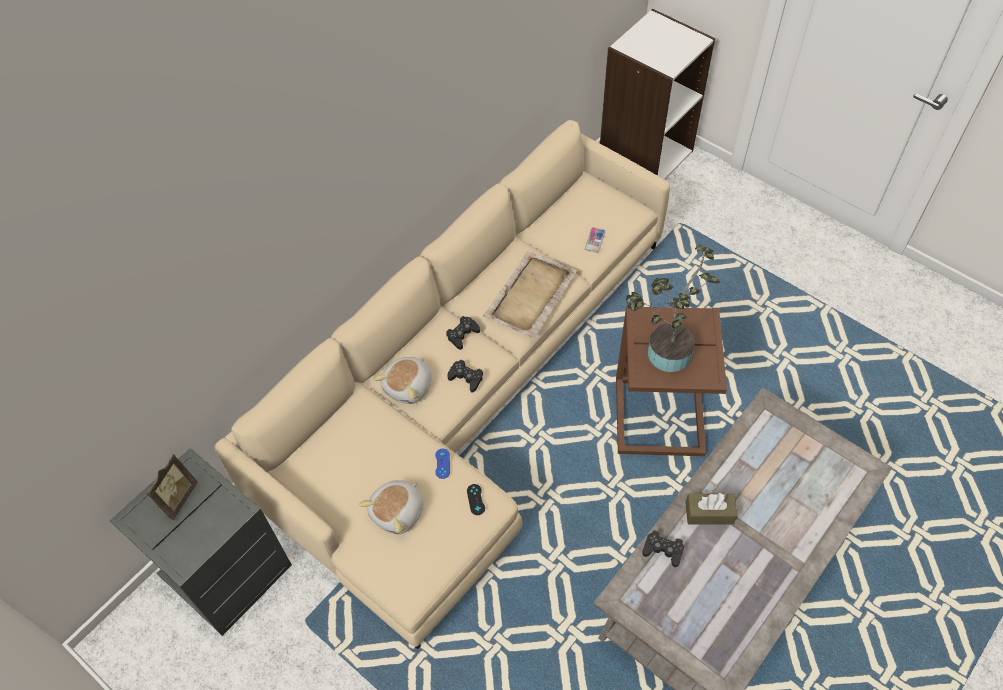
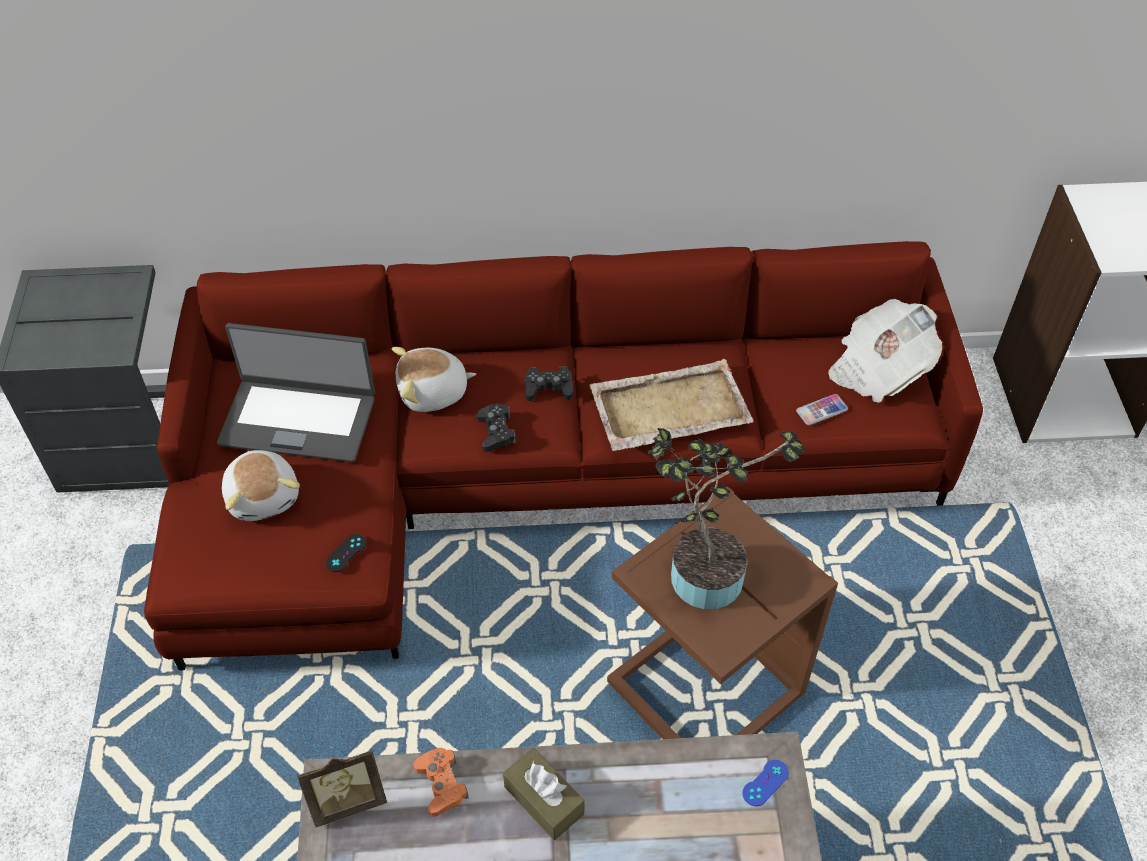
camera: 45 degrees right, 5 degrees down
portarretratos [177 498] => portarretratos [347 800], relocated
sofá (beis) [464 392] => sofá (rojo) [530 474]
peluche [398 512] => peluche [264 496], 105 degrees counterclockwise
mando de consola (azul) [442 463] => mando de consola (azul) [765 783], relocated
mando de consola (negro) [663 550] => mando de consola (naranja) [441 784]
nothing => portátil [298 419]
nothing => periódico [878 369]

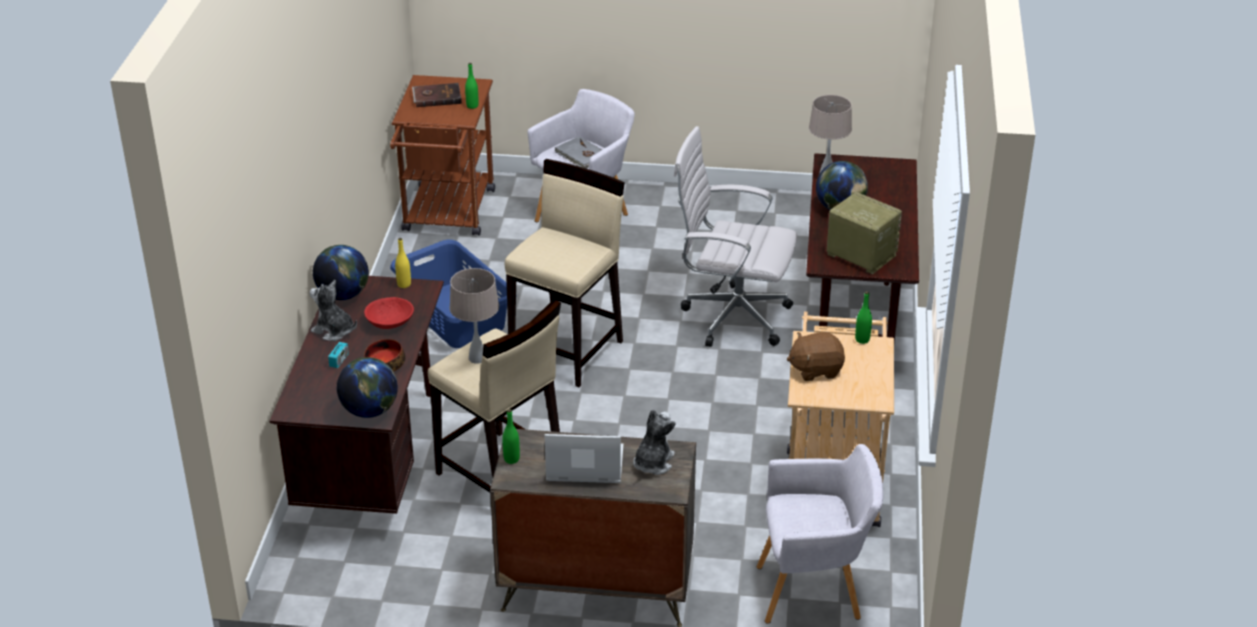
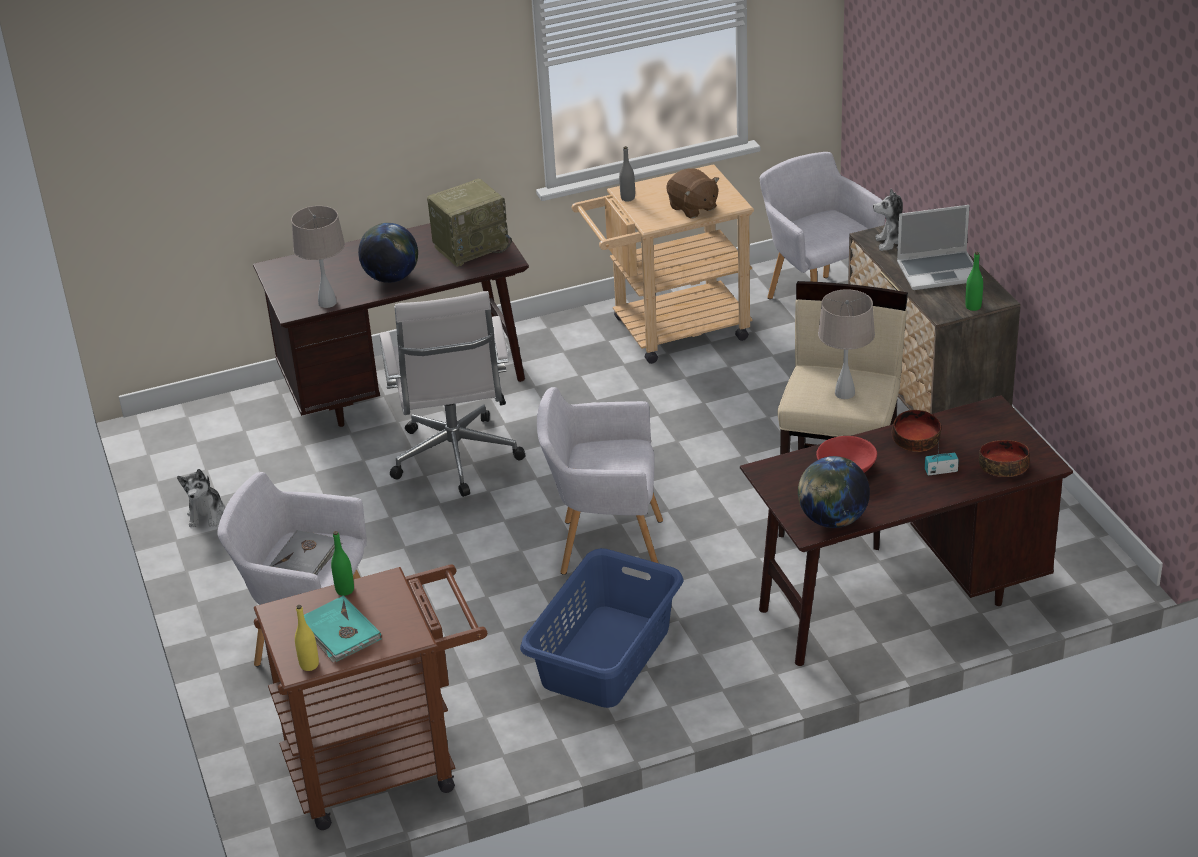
camera: 115 degrees left, 0 degrees up
peluche [334 331] => peluche [206 514], relocated
globo terráqueo [370 411] => nothing
botella (amarillo) [404 284] => botella (amarillo) [309 665], relocated
libro (marrón) [437 97] => libro (turquesa) [339 633]
taburete (beis) [568 351] => sillón (gris) [605 545]
portátil [583 465] => portátil [939 271], 75 degrees counterclockwise
radio [860 255] => radio [471 246], 135 degrees counterclockwise
botella (verde) [862 339] => botella (gris) [627 198]
nothing => cuenco [1004 467]

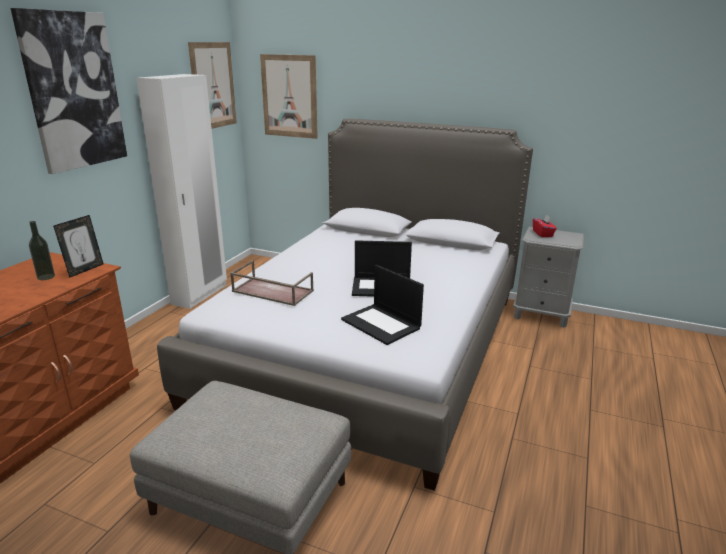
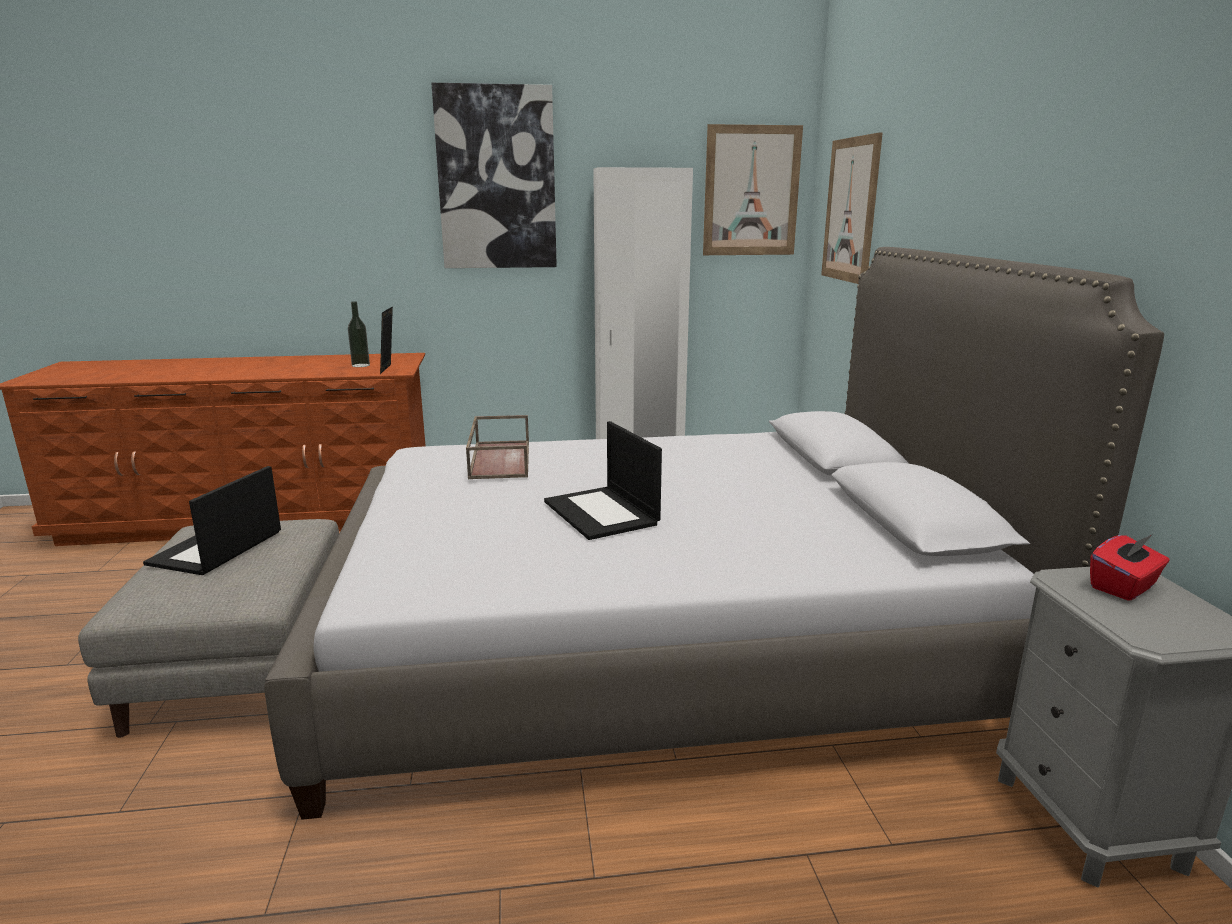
camera: 60 degrees right, 5 degrees down
portarretratos [84 270] => portarretratos [389 369], 90 degrees clockwise
portátil [382 324] => portátil [216 549], relocated

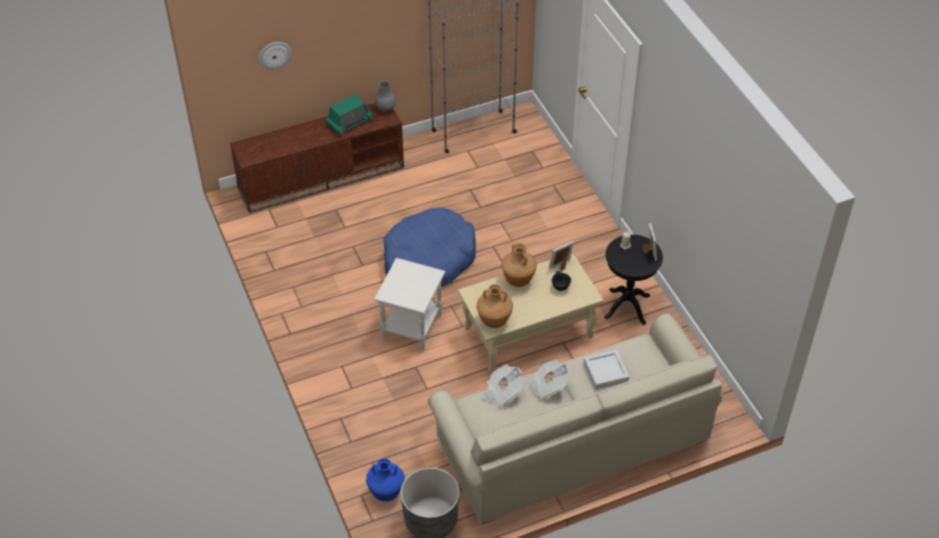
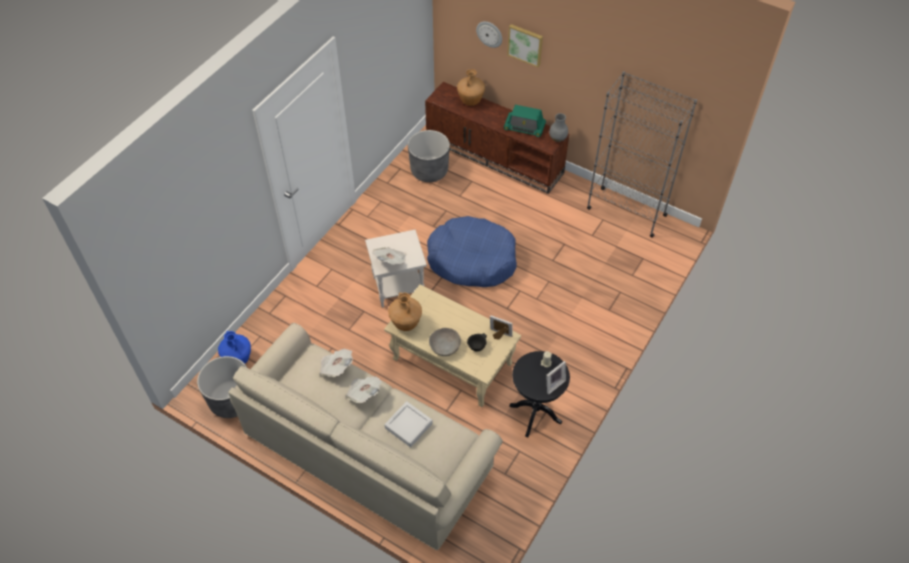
camera: 55 degrees right, 5 degrees up
florero (marrón) [518 281] => florero (marrón) [470 102], relocated
nothing => periódico [391 261]
nothing => maceta (gris) [429 171]
nothing => cuenco (gris) [444 347]
nothing => cuadro [525 44]

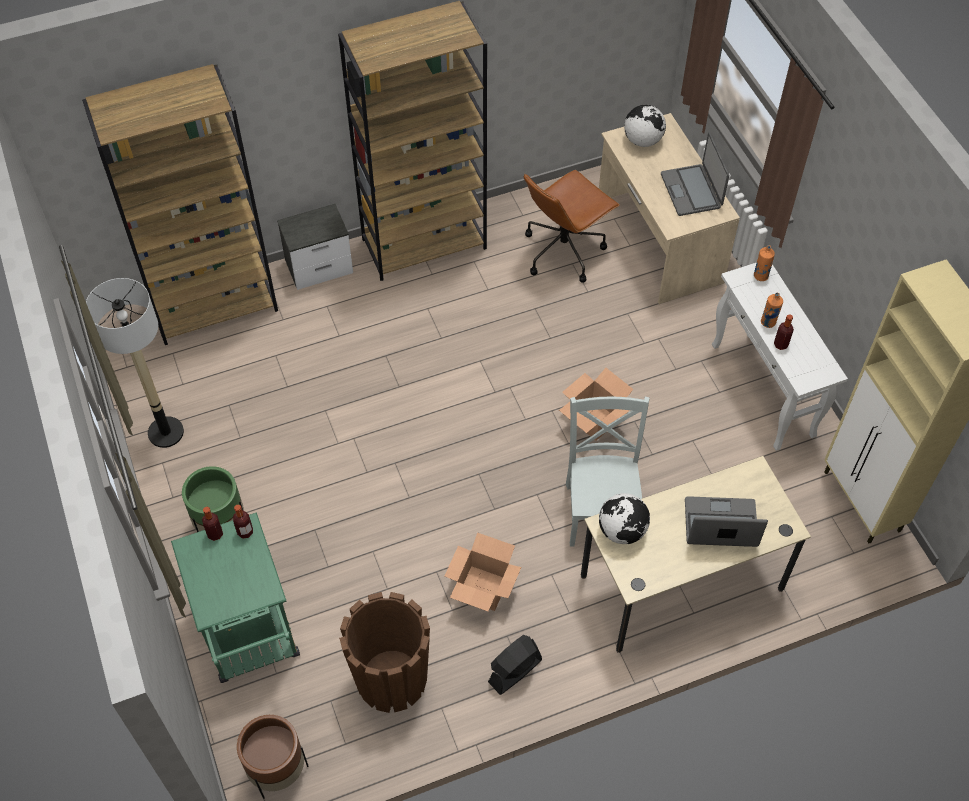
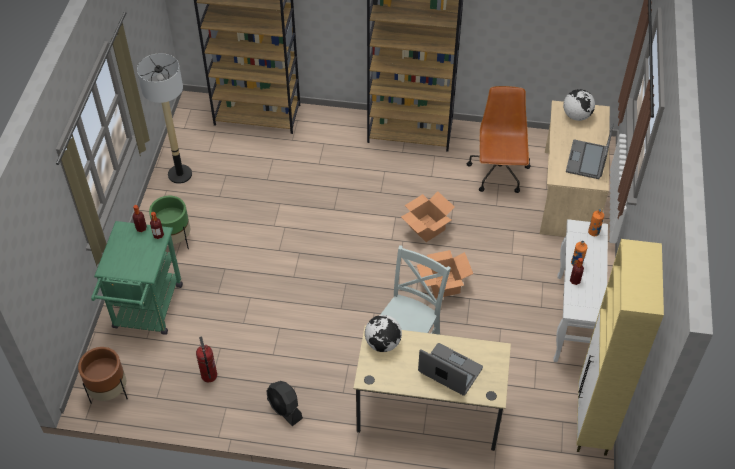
camera: 30 degrees right, 5 degrees down
mesita de noche [320 267] => nothing
maceta (marrón) [391 679] => extintor [208 375]
caja de cartón [483 588] => caja de cartón [427 228], relocated
ventilador (negro) [514 671] => ventilador (negro) [284 409], 120 degrees counterclockwise
silla de oficina (marrón) [564 250] => silla de oficina (marrón) [498 174], 105 degrees clockwise

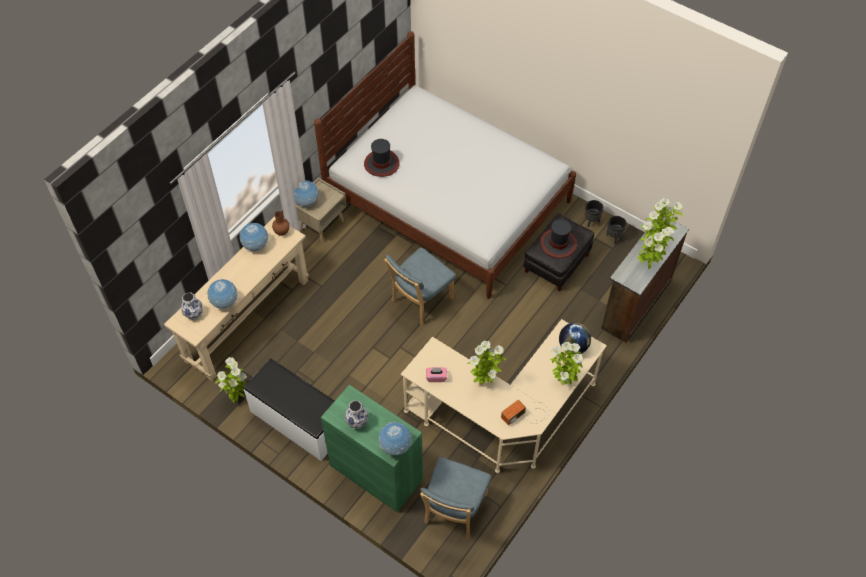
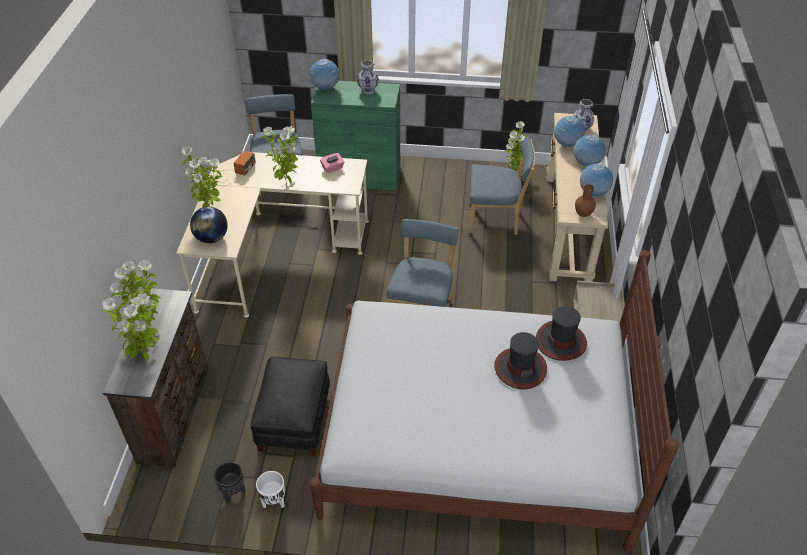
camera: 150 degrees right, 10 degrees down
banco (blanco) [298 421] => nothing
globo terráqueo [306 202] => globo terráqueo [586 164], relocated
sombrero [558 244] => sombrero [520 368], relocated
maceta (negro) [591 221] => maceta (blanco) [273 501]
nothing => silla (azul) [496 219]

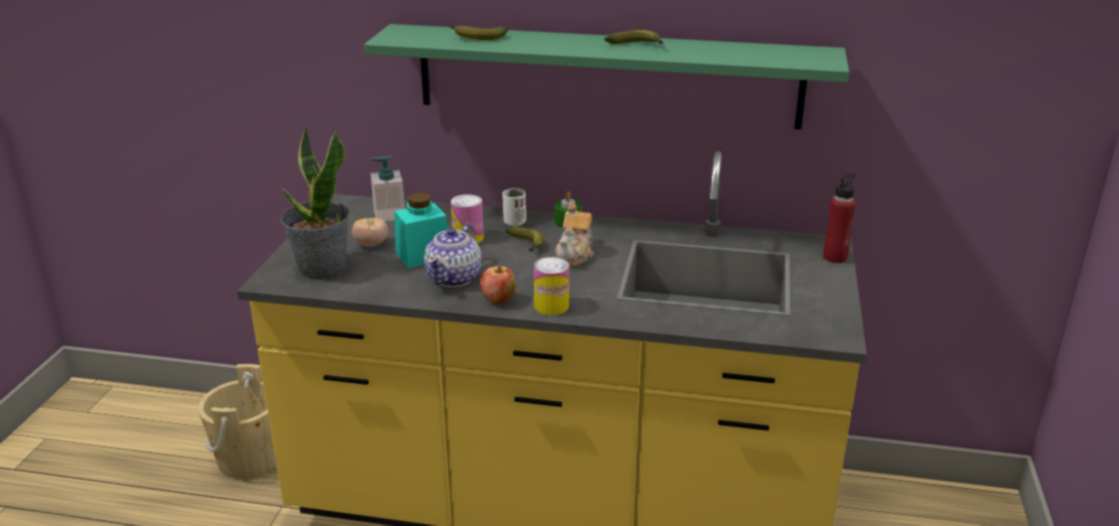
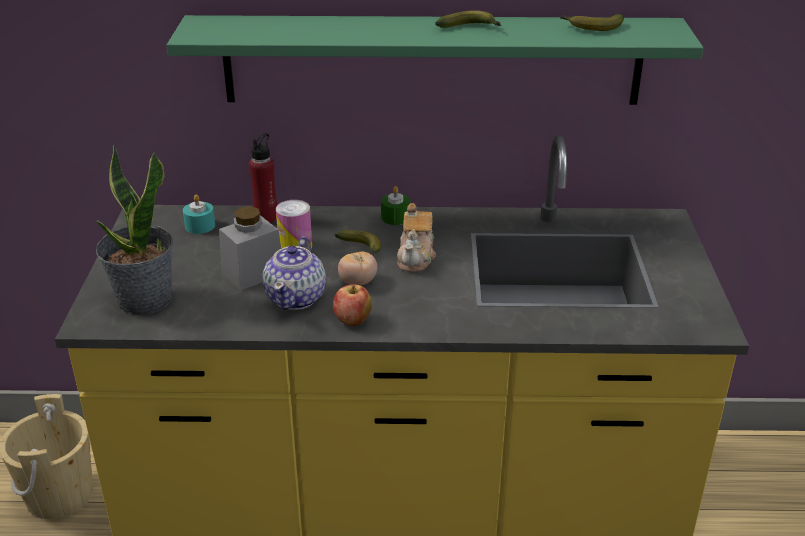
camera: 10 degrees left, 5 degrees up
tomate [371 244] => tomate [358 282], relocated
dispensador de jabón [389 215] => vela (turquesa) [200 226]
tarro (turquesa) [423 255] => tarro (gris) [253 273]
plátano [476 37] => plátano [590 27], relocated
taza (blanco) [514 222] => nothing
lata [551 306] => nothing
botella (rojo) [835 257] => botella (rojo) [266 217], relocated

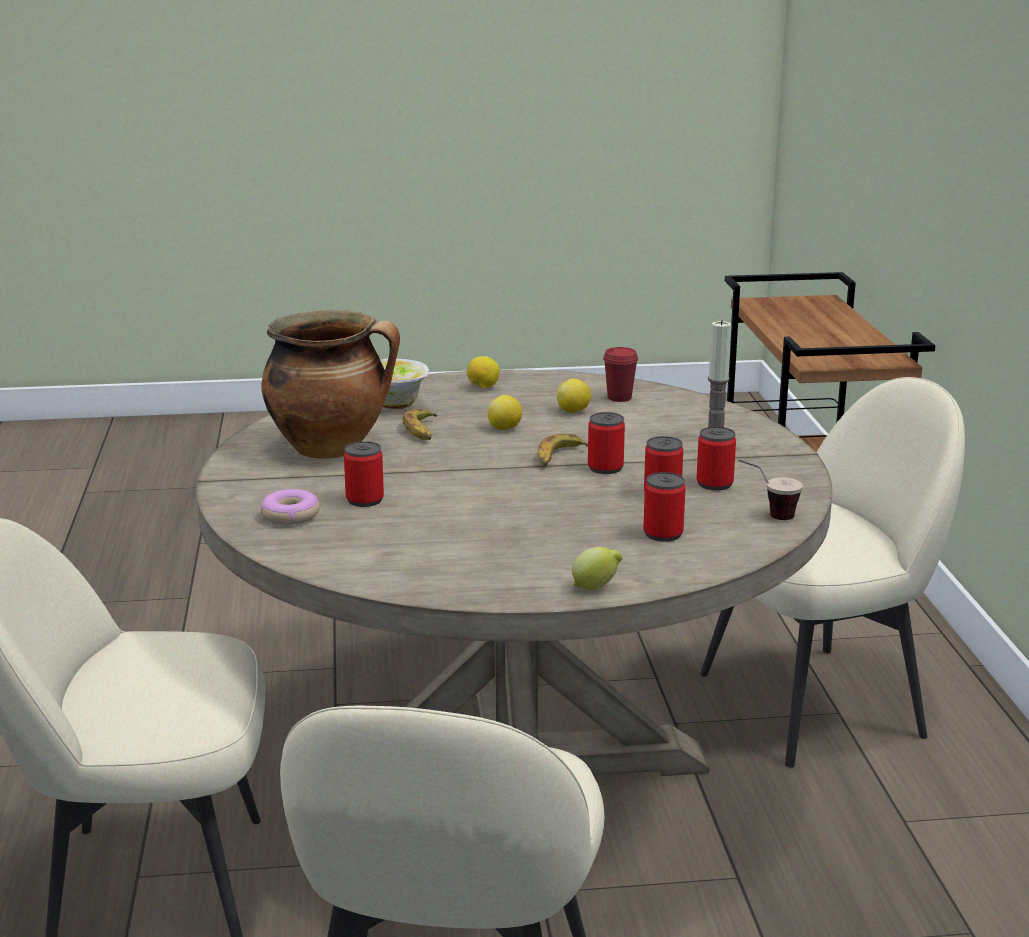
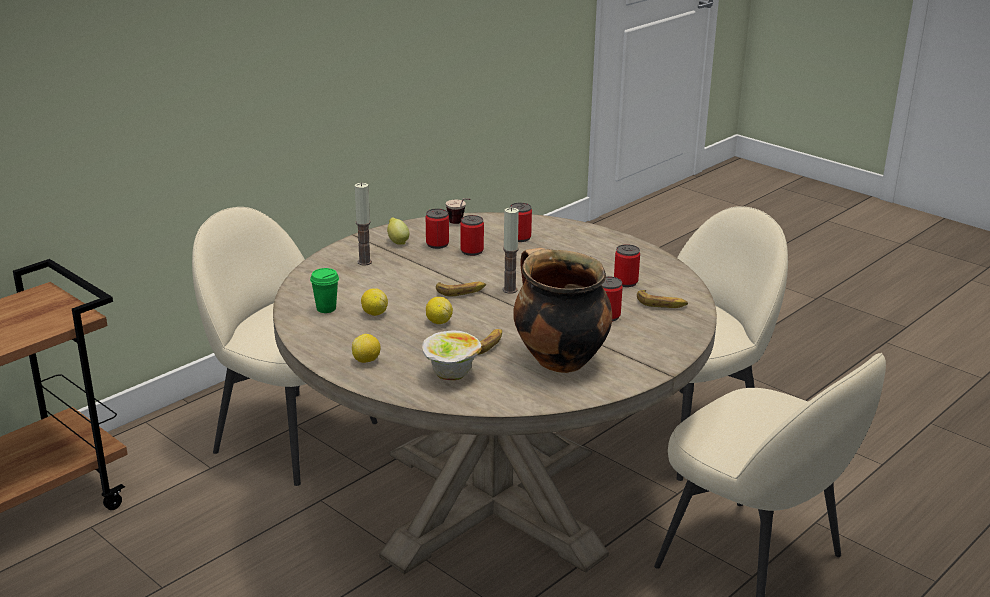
camera: 130 degrees left, 5 degrees up
rosquilla [290 515] => nothing
limón [596 588] => limón [397 242], relocated
lata [605 468] => lata [625 282], relocated
taza (rojo) [619 398] => taza (verde) [326 308]
nothing => vela [509 290]
nothing => plátano [661 303]

